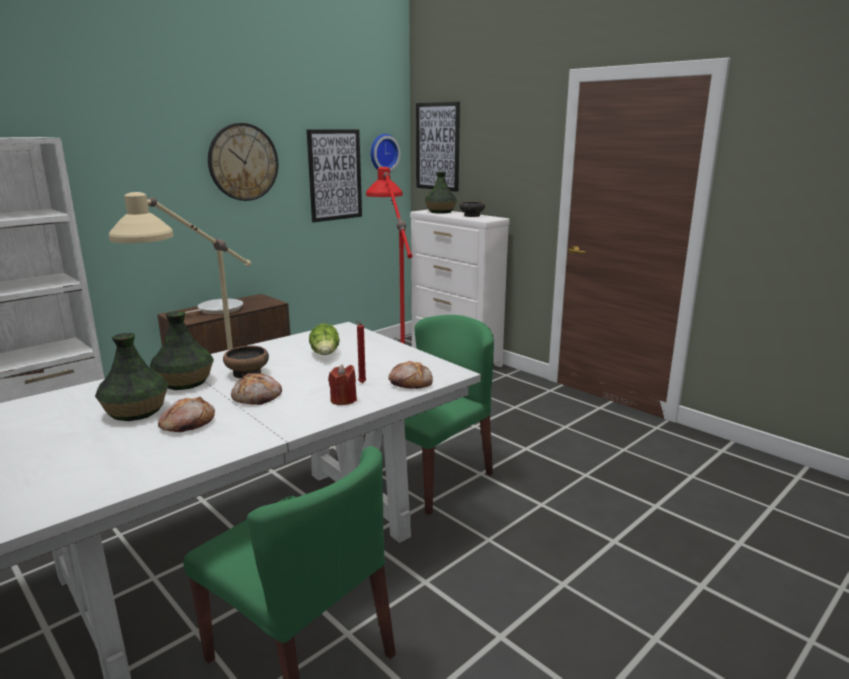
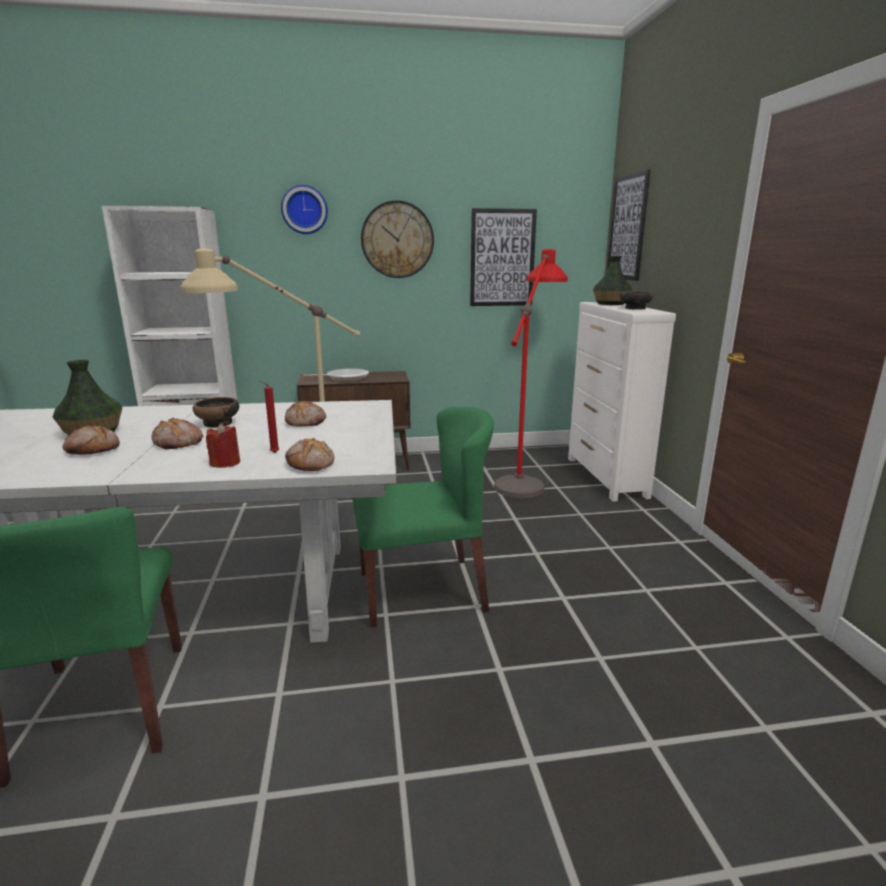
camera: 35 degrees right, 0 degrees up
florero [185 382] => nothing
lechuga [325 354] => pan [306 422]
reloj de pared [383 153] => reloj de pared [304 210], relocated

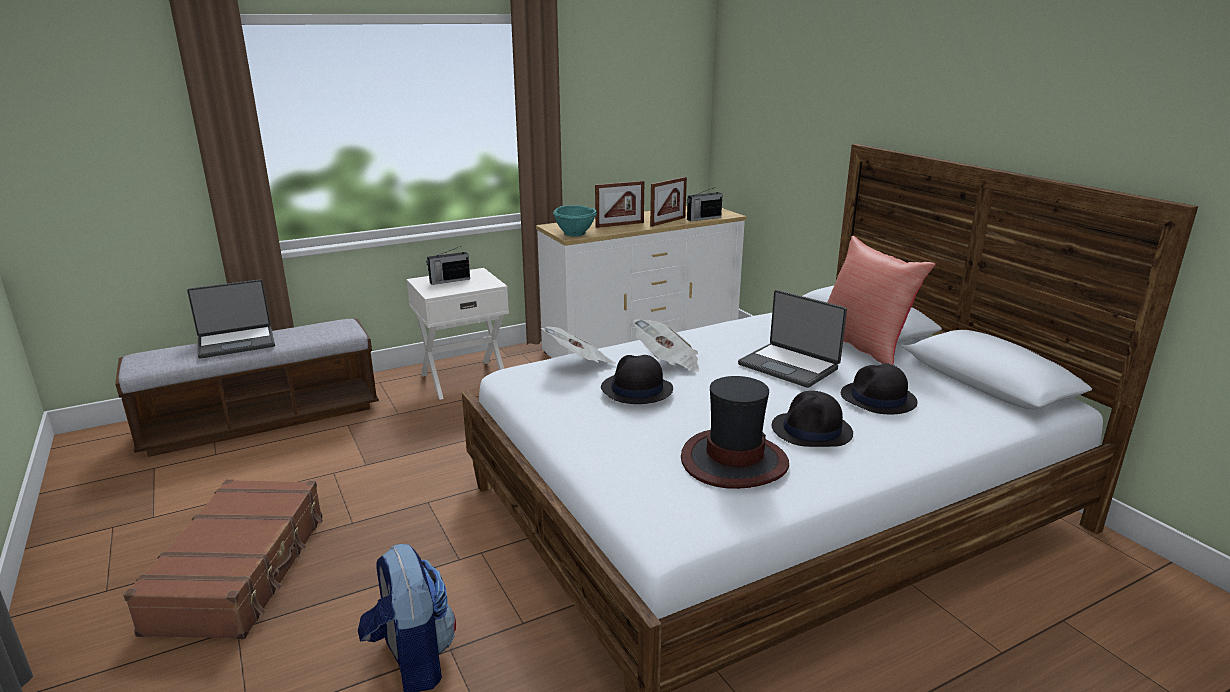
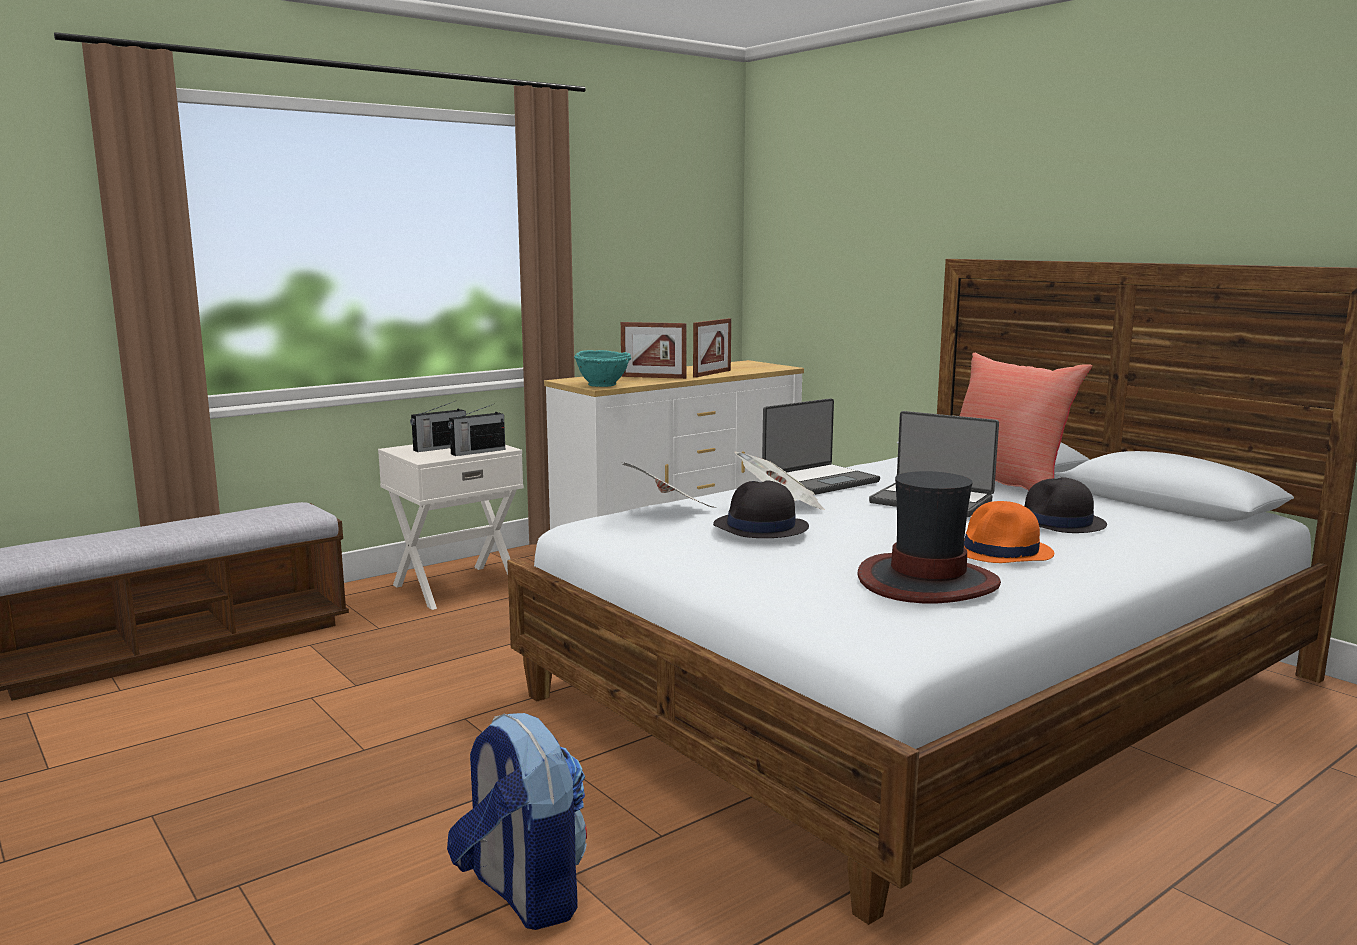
camera: 10 degrees left, 10 degrees down
maleta (marrón) [241 571] => nothing
portátil [236 343] => portátil [819 481], relocated
portarretratos [619 225] => portarretratos [653 377], 45 degrees clockwise
radio [703 218] => radio [477 452], relocated
sombrero (negro) [812 431] => sombrero (naranja) [1001 552]

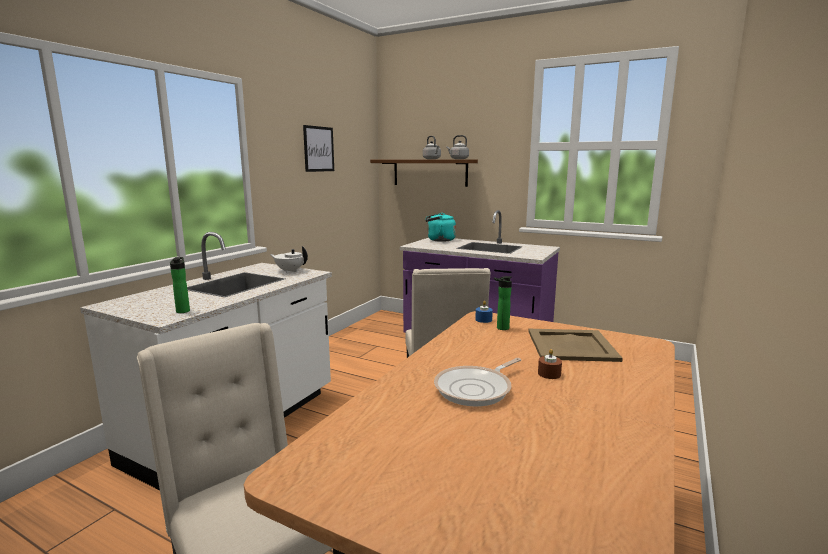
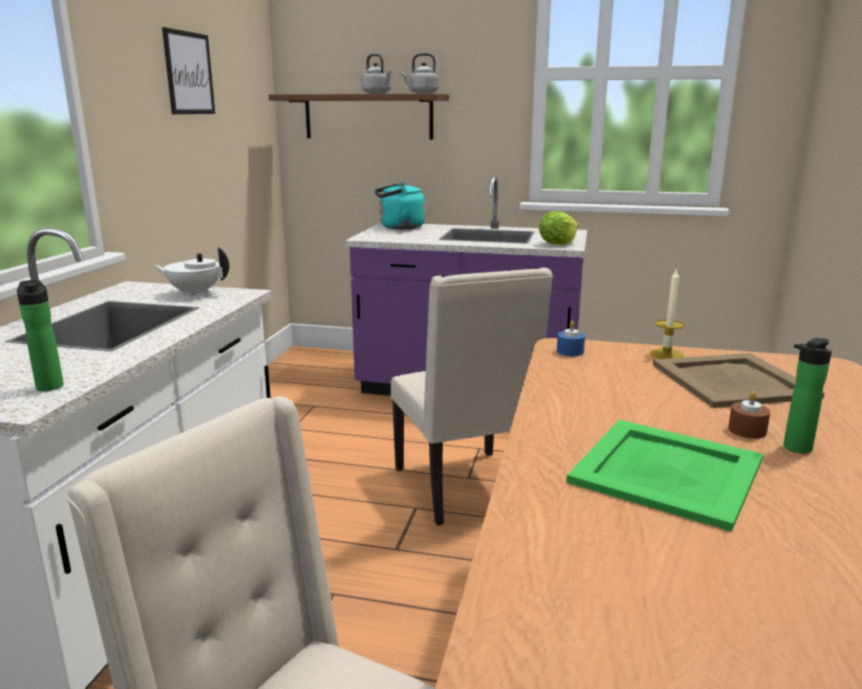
camera: 15 degrees left, 5 degrees up
sartén [476 389] => bandeja (verde) [669 471]
botella [501 328] => botella [794 449], relocated
nothing => lechuga [557 244]
nothing => vela [666 354]

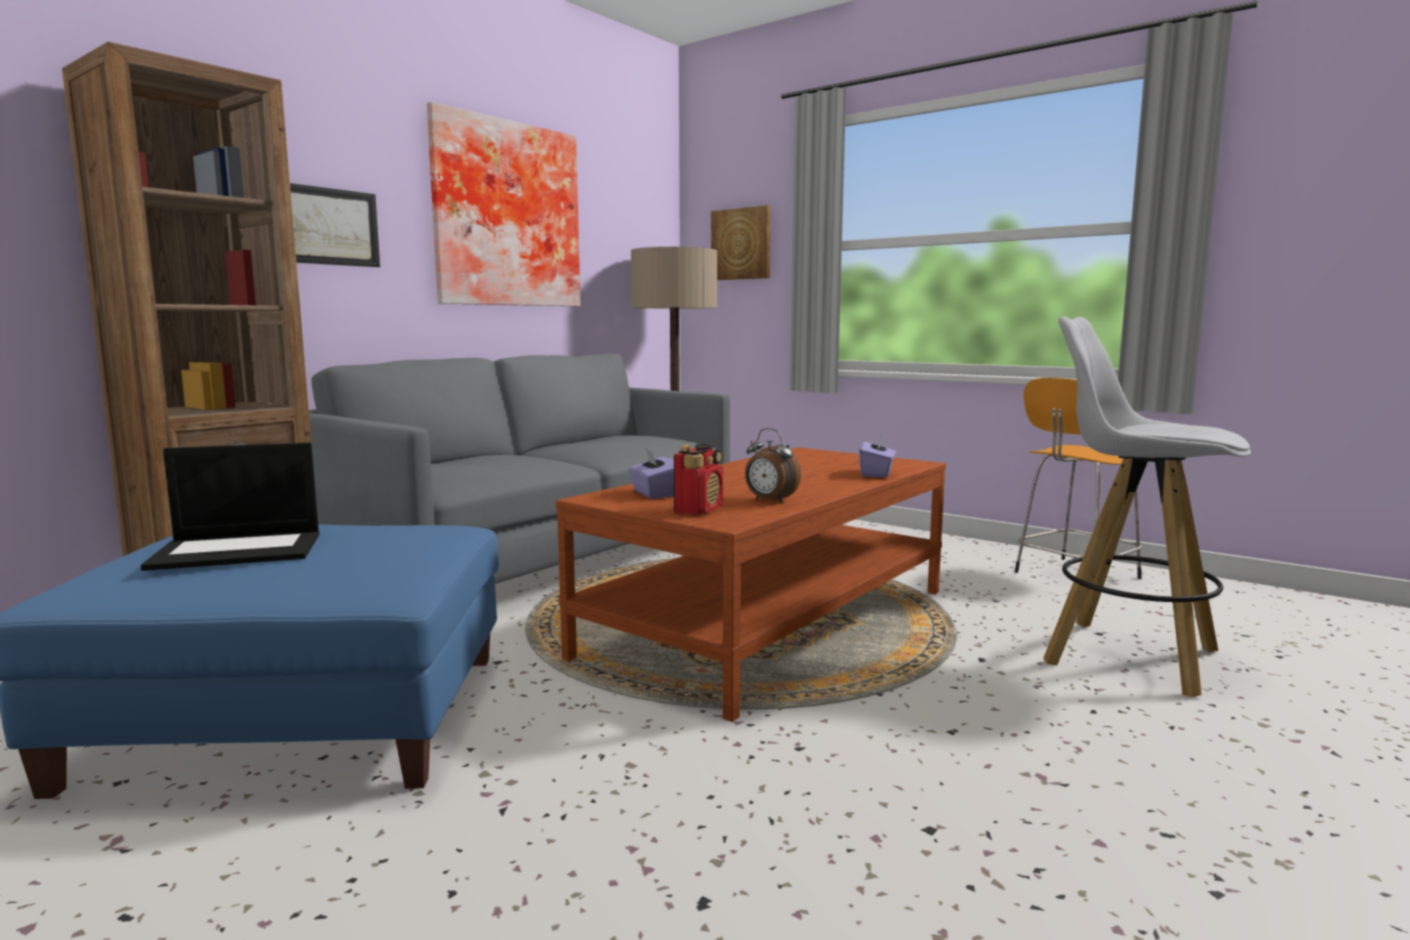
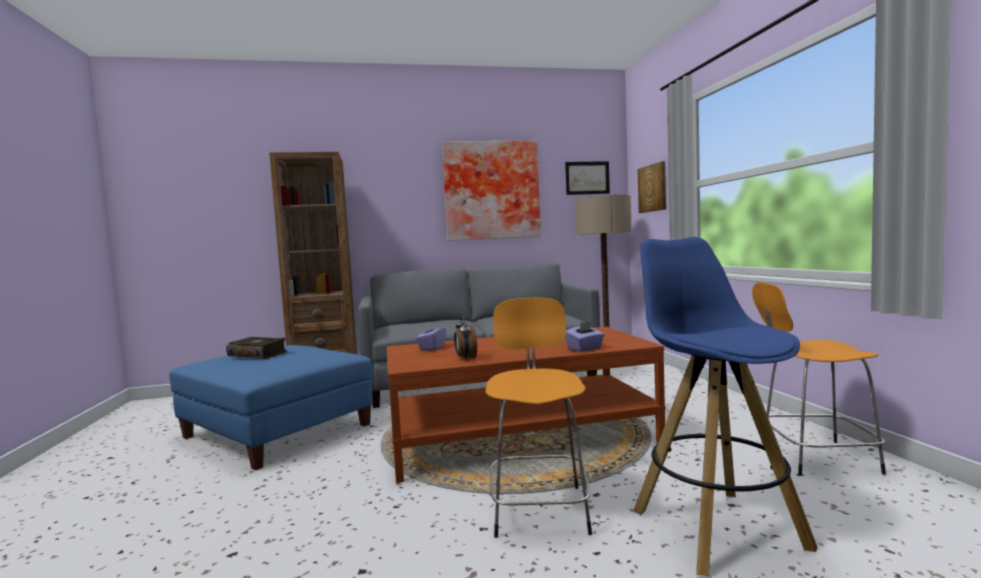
camera: 40 degrees right, 5 degrees down
portátil [240 550] => libro [258 354]
cuadro [327 226] => cuadro [587 178], relocated
radio [699 510] => nothing
taburete (blanco) [1127 656] => taburete (azul) [715 527]
nothing => taburete (naranja) [539 507]

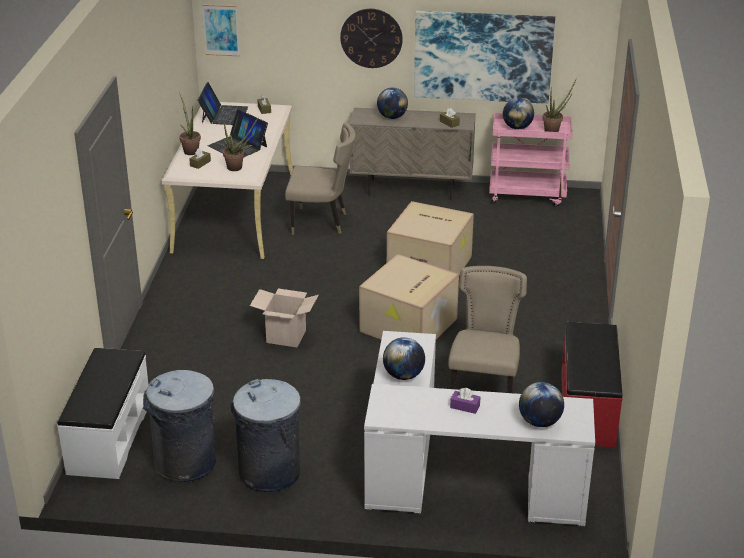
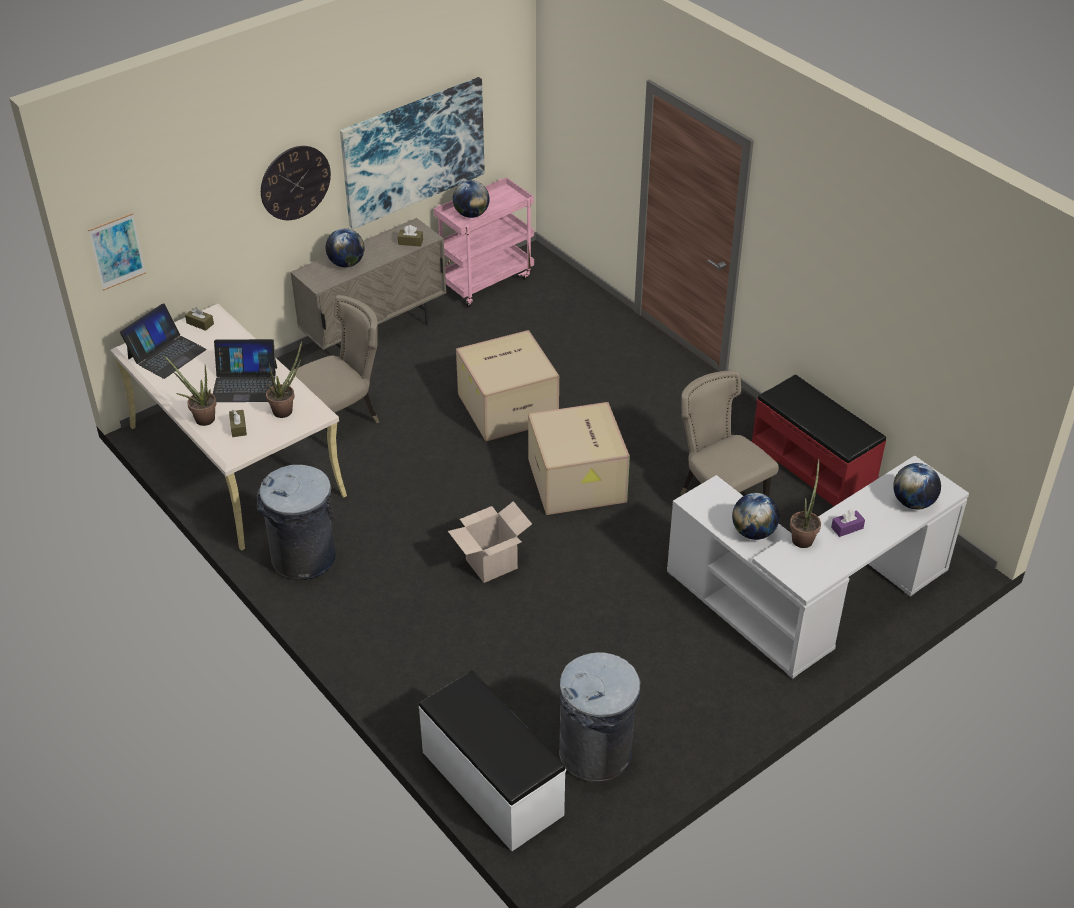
camera: 45 degrees left, 10 degrees up
portátil [224 115] => portátil [166 354], 75 degrees clockwise
papelera (gris) [269 472] => papelera (gris) [304 558], relocated
planta en maceta [554 130] => planta en maceta [803 537], relocated

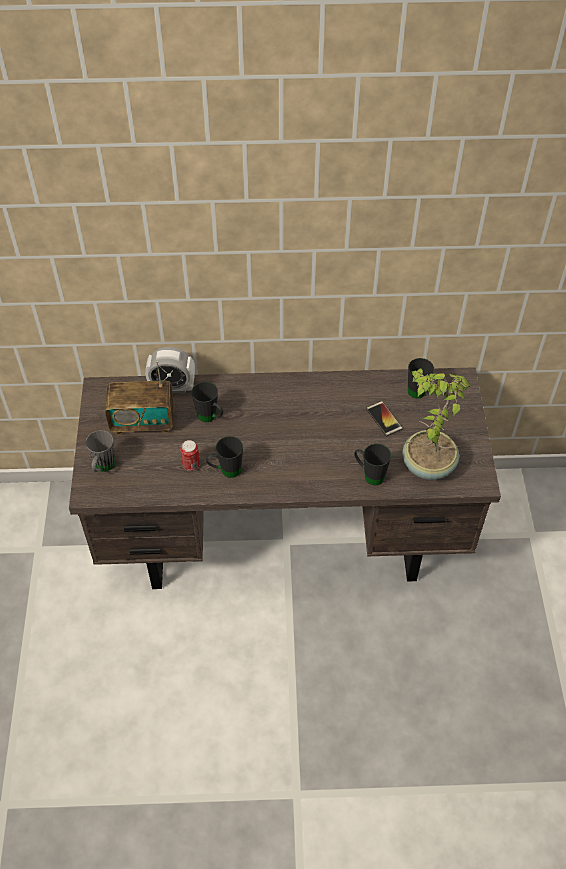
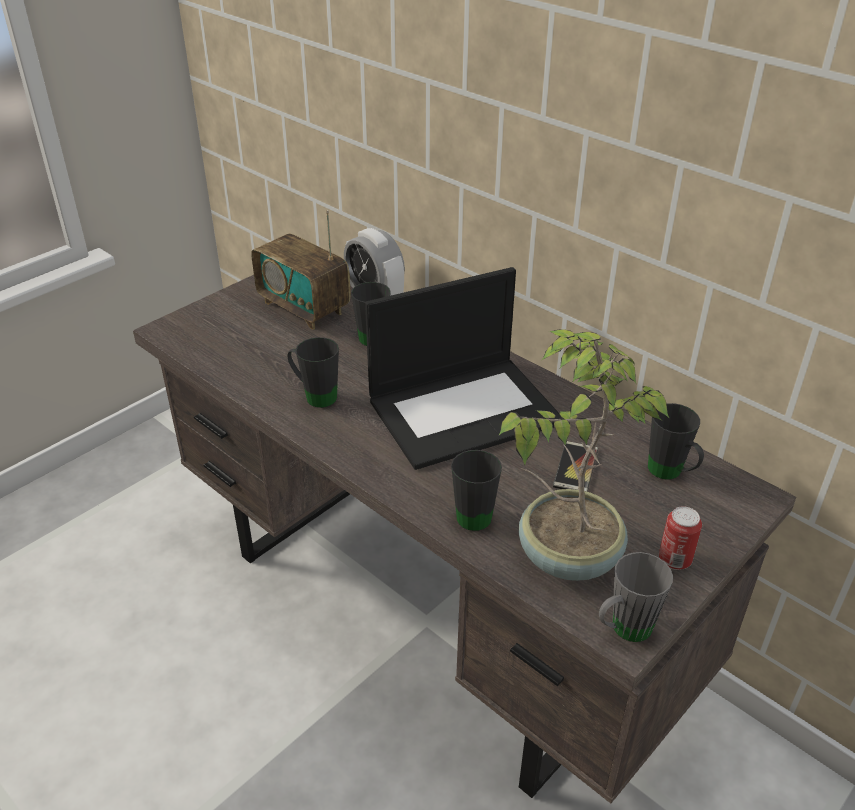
camera: 45 degrees right, 15 degrees down
taza grande (gris) [103 468] => taza grande (gris) [623 631], relocated
lata [191 465] => lata [674 560], relocated
nothing => portátil [465 410]

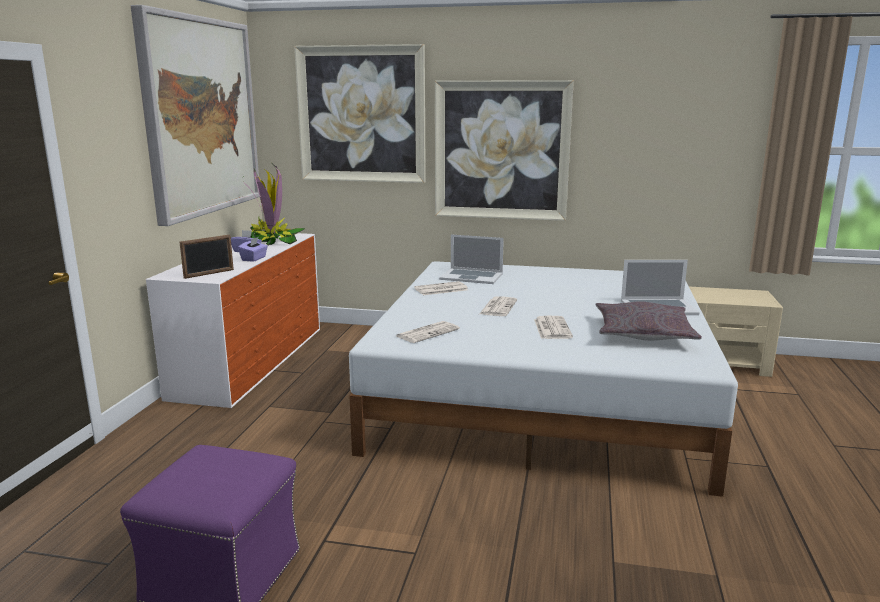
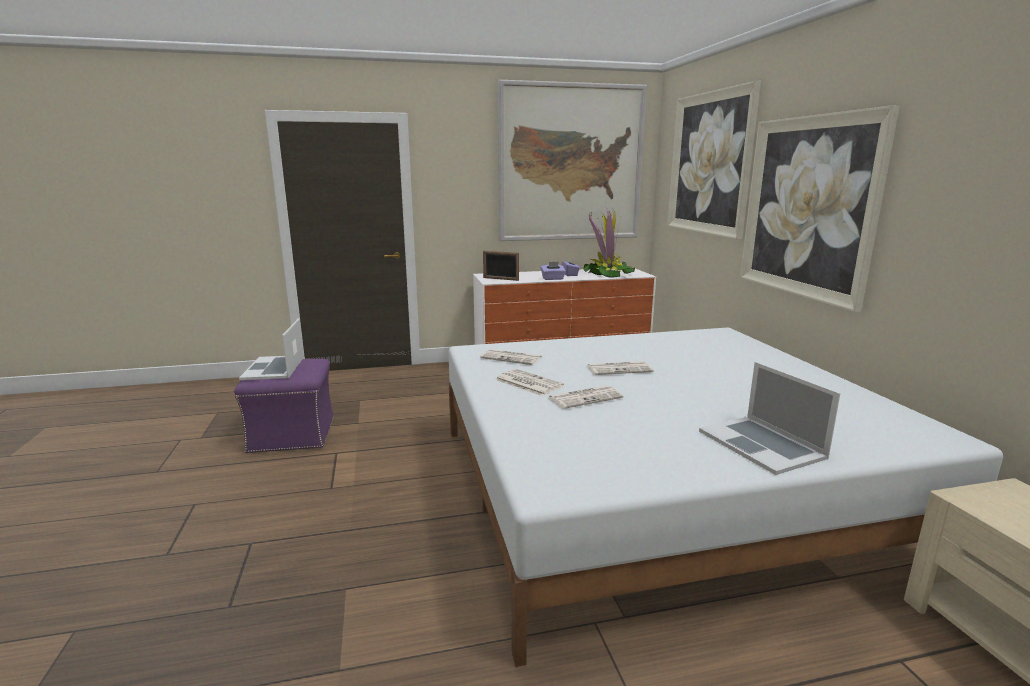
camera: 65 degrees right, 0 degrees up
periódico [440 289] => periódico [527 383], relocated
portátil [471 276] => portátil [274 368], relocated
cojín (gris) [643 333] => nothing

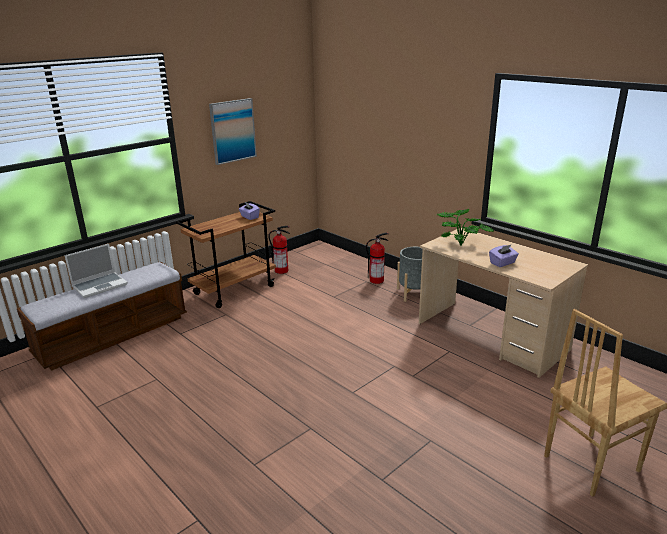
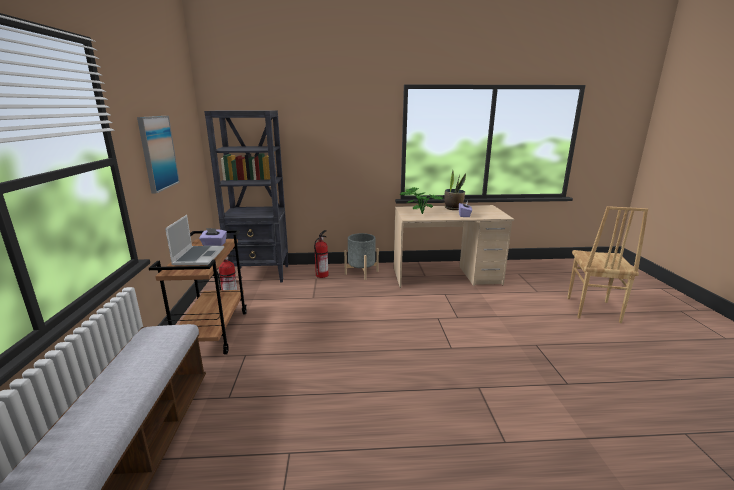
camera: 50 degrees left, 5 degrees down
portátil [100 285] => portátil [198 256], relocated
nothing => estantería (negro) [260 274]
nothing => planta en maceta [453 208]

